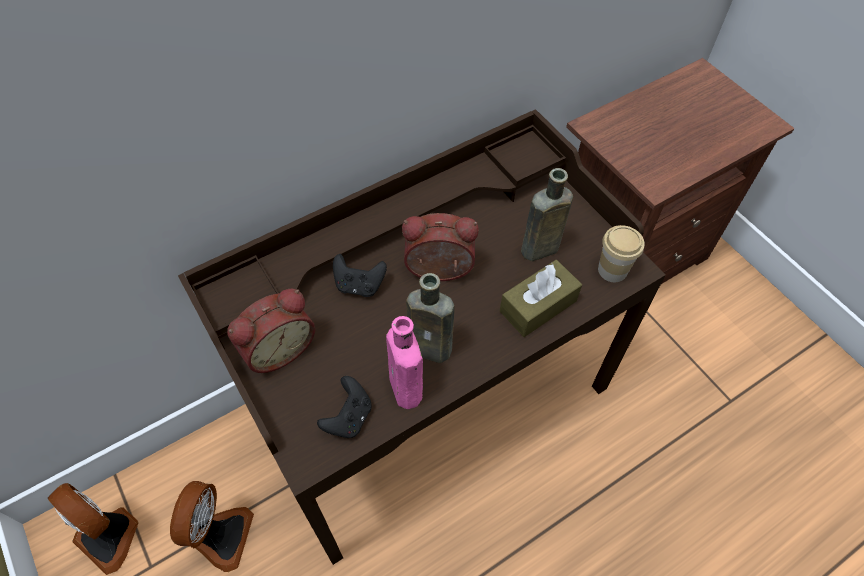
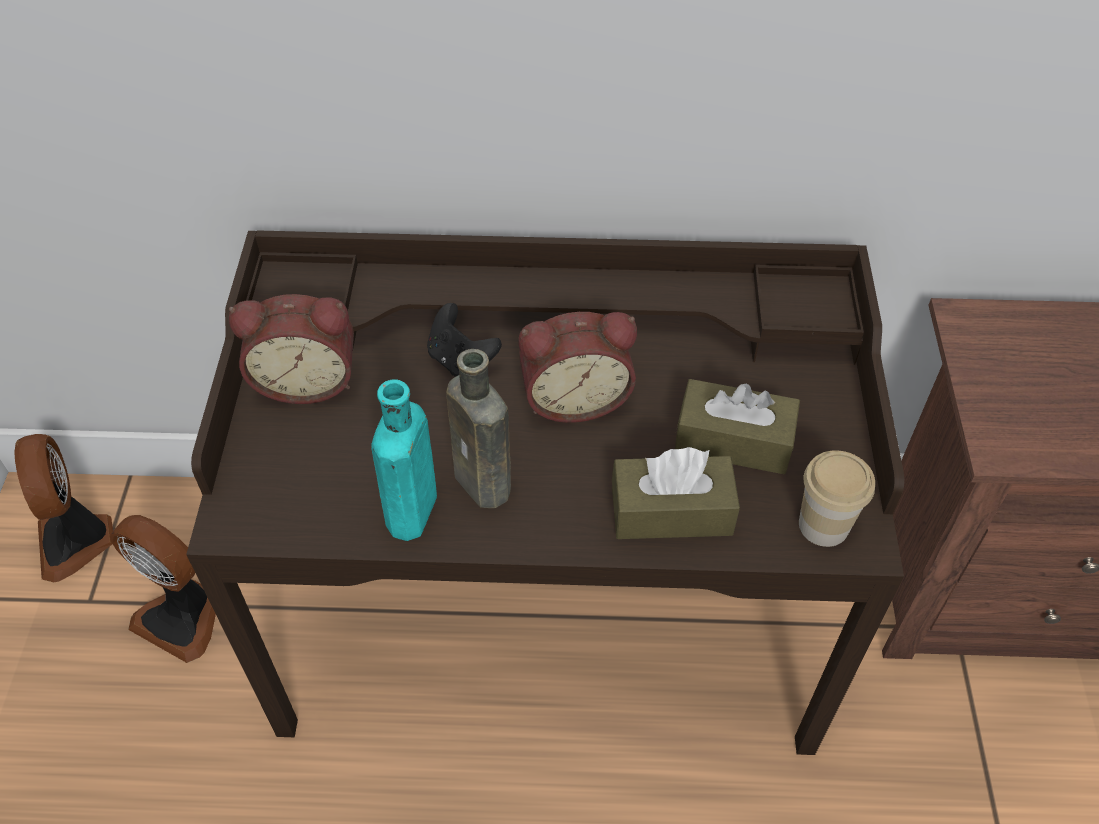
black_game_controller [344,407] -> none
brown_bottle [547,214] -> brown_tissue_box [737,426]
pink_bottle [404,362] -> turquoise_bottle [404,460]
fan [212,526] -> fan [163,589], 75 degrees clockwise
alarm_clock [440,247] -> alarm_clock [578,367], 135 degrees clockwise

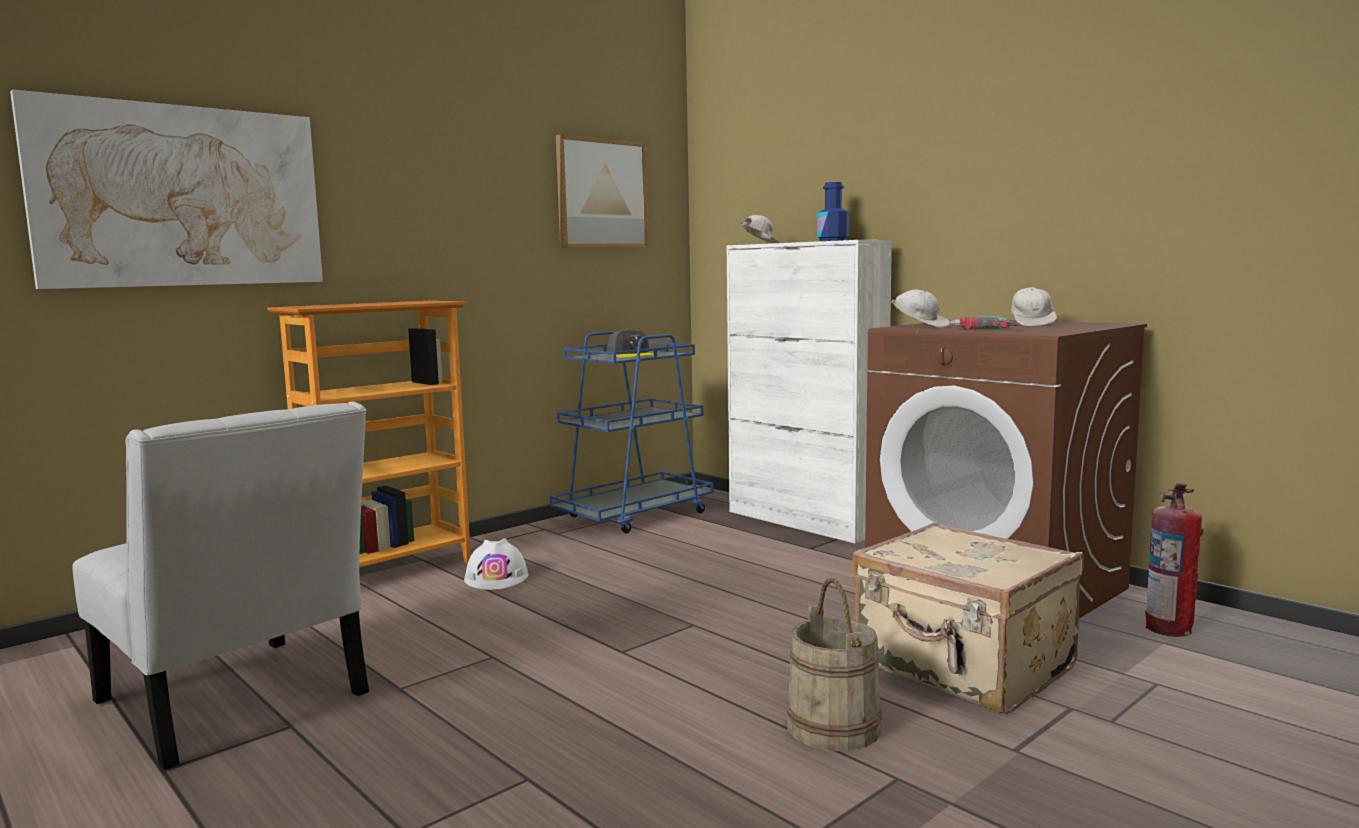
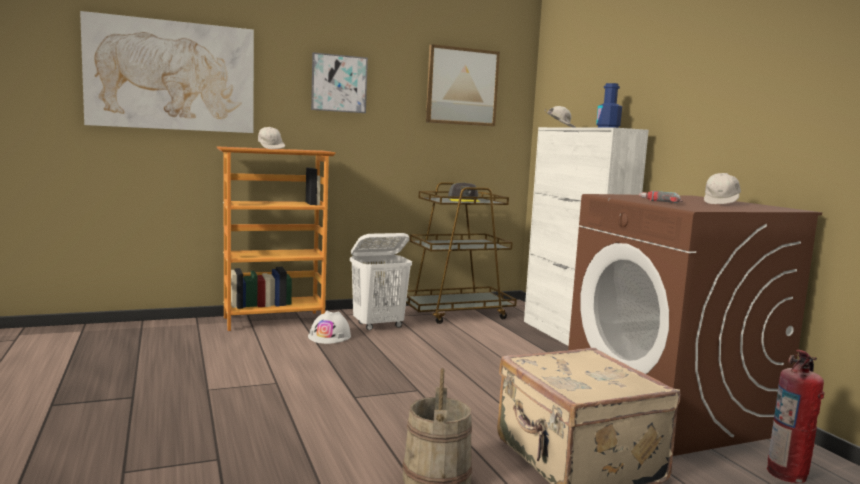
white_chair [220,586] -> none
none -> picture [339,82]
none -> white_laundry_basket [381,281]
white_cap [917,309] -> white_cap [271,138], shifted
blue_cart [632,432] -> brown_cart [461,253]

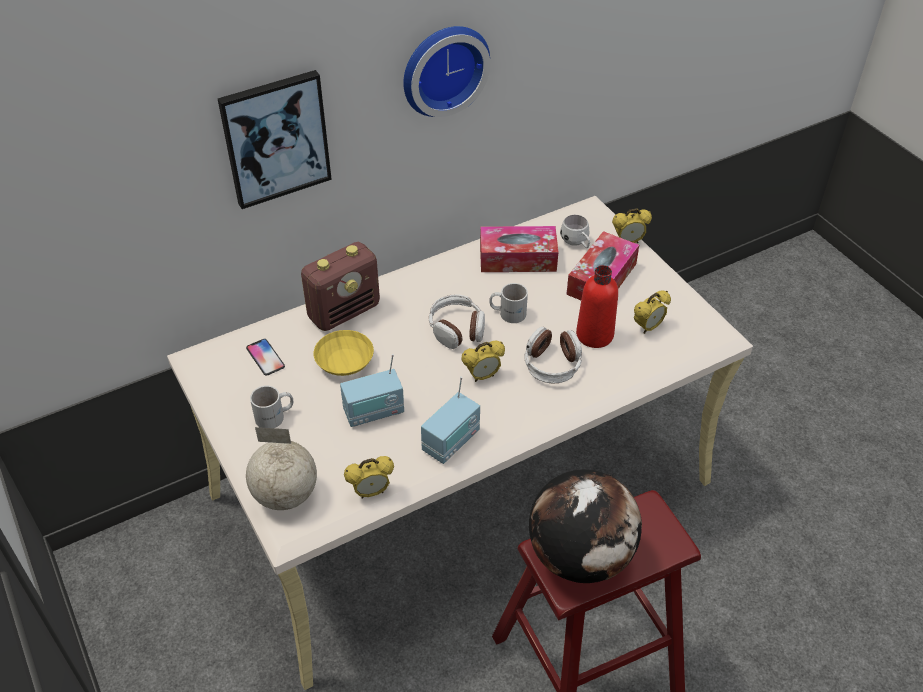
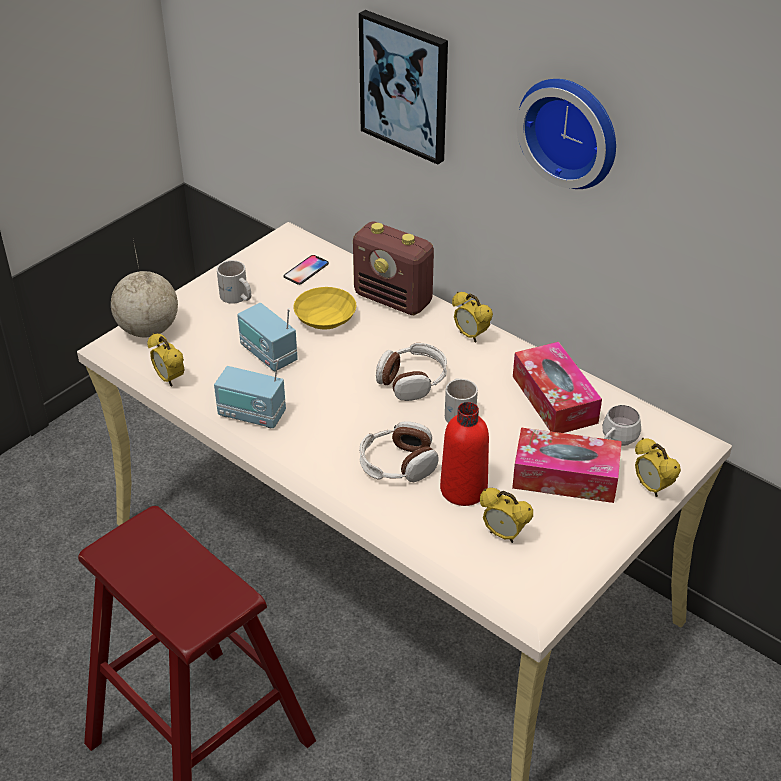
globe [585,526] -> none
alarm_clock [483,361] -> alarm_clock [472,317], shifted

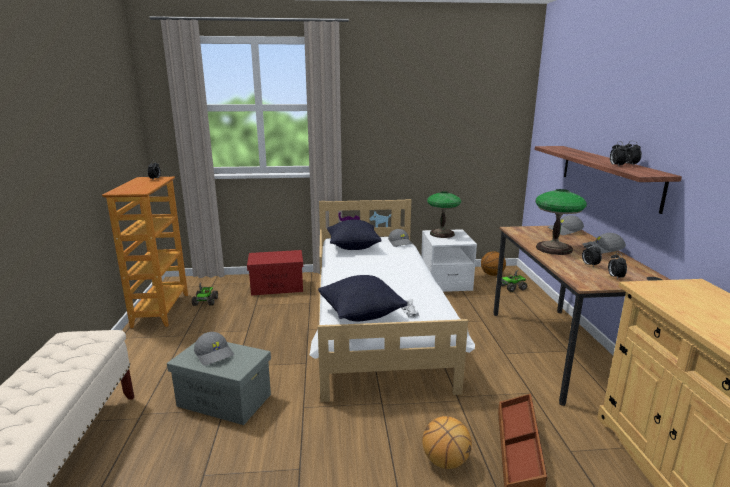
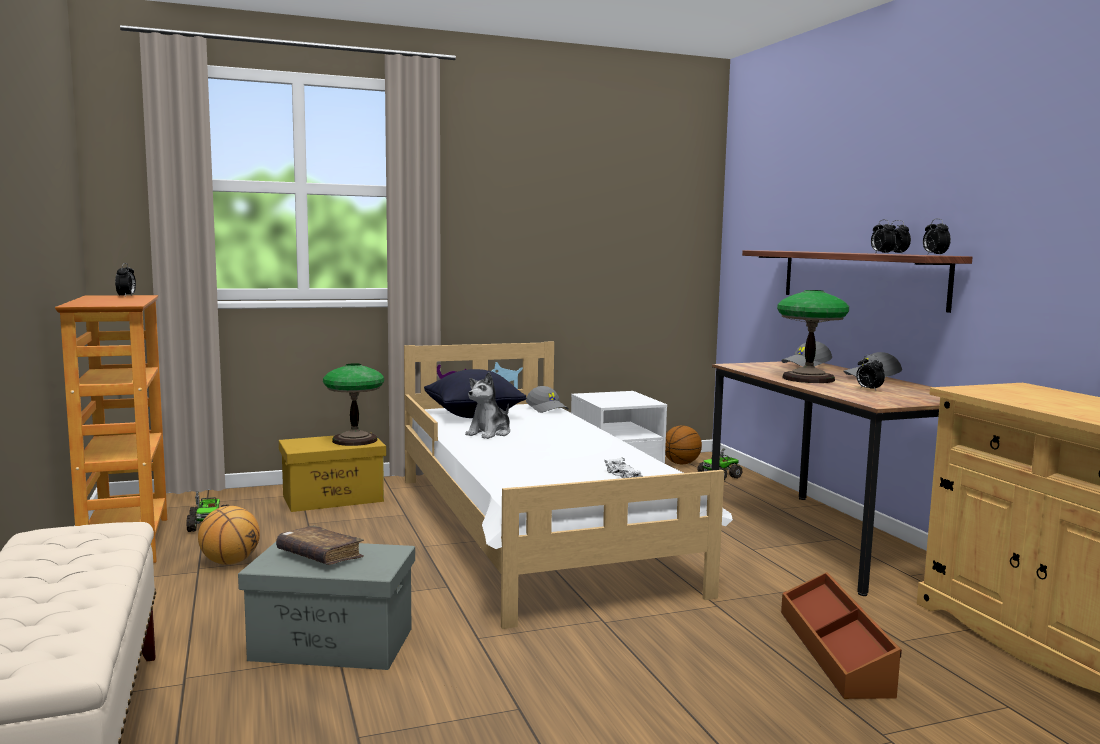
black_pillow [363,298] -> none
none -> plush_toy [487,405]
basketball [447,442] -> basketball [229,535], shifted
table_lamp [444,214] -> table_lamp [353,404], shifted
alarm_clock [617,265] -> alarm_clock [937,237], shifted
grey_cap [214,349] -> brown_book [320,545]
red_storage_box [275,273] -> yellow_storage_box [332,472]

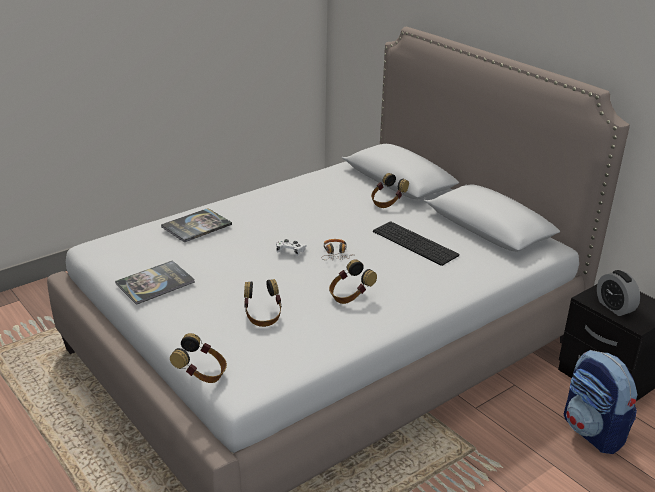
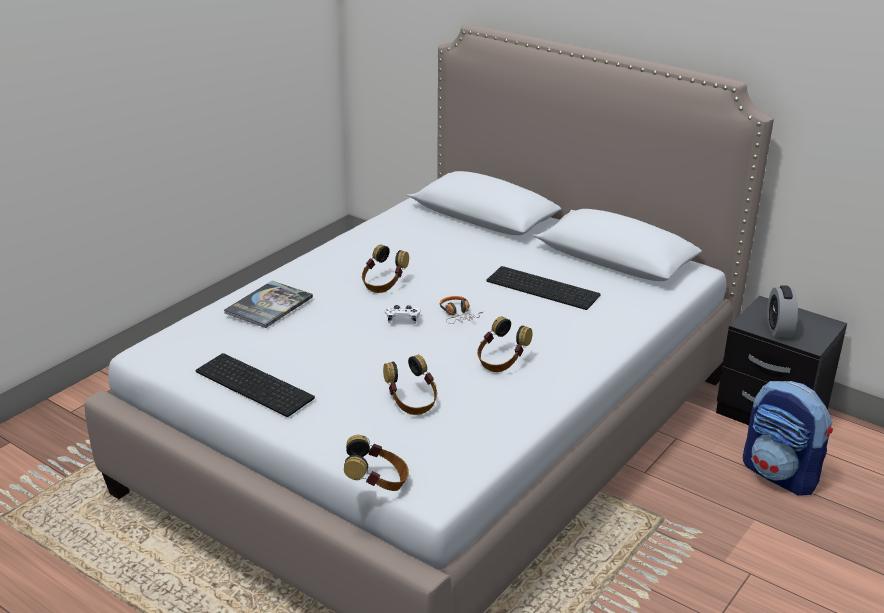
headphones [390,190] -> headphones [385,268], shifted
book [155,282] -> keyboard [255,385]
alarm_clock [618,293] -> alarm_clock [782,311], 45 degrees clockwise

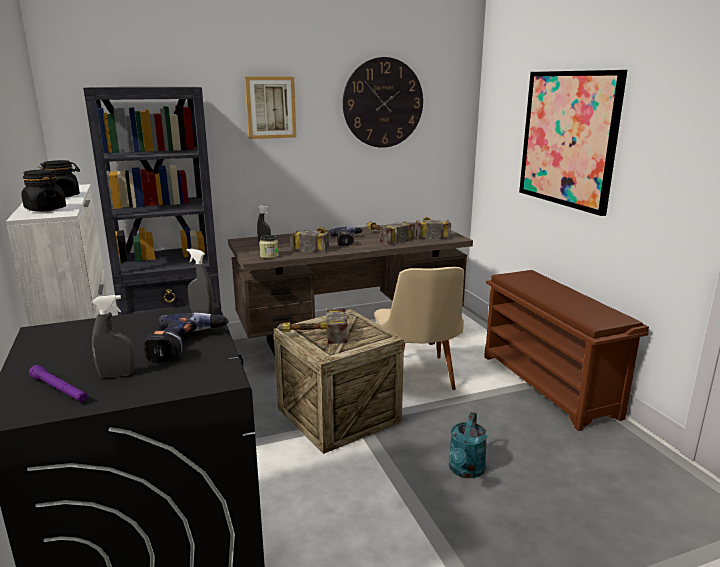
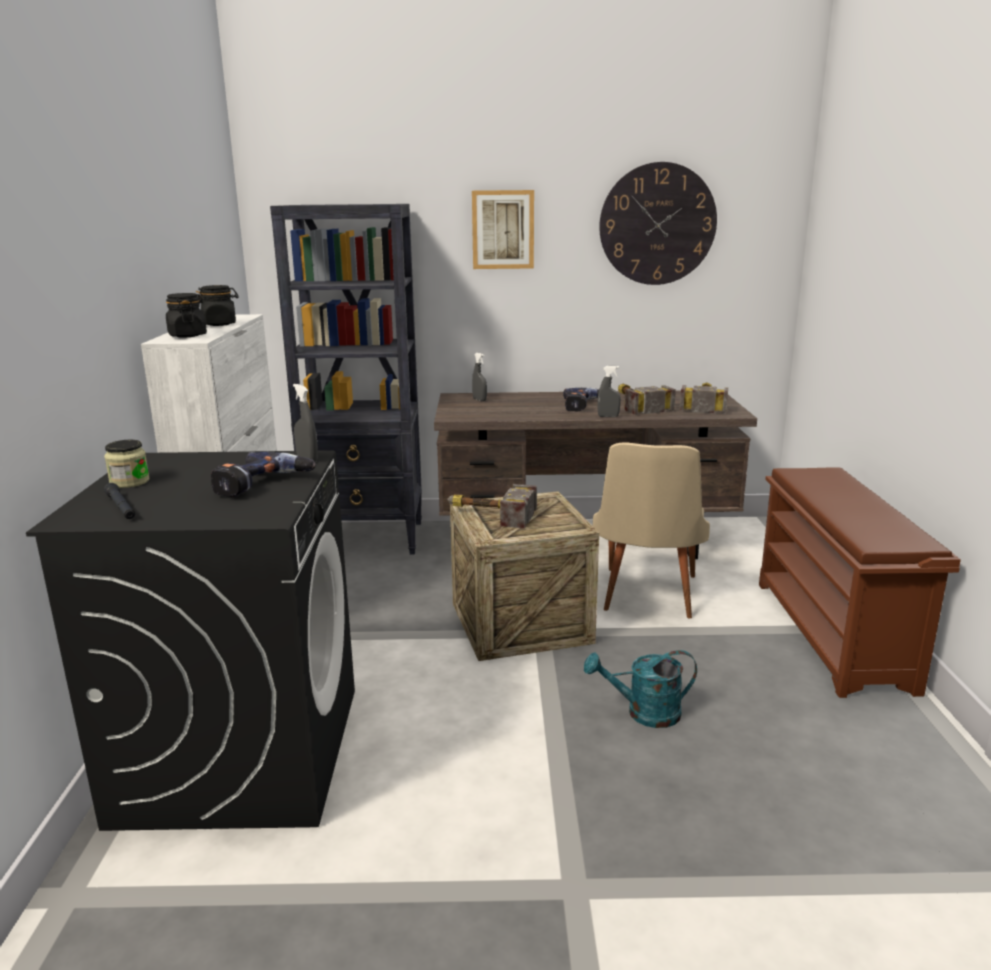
hammer [309,240] -> none
picture [573,143] -> none
grey_spray_bottle [113,336] -> grey_spray_bottle [609,391], shifted
jar [269,247] -> jar [127,464], shifted
purple_flashlight [58,383] -> black_flashlight [119,501]
turquoise_watering_can [468,445] -> turquoise_watering_can [640,689], 45 degrees clockwise

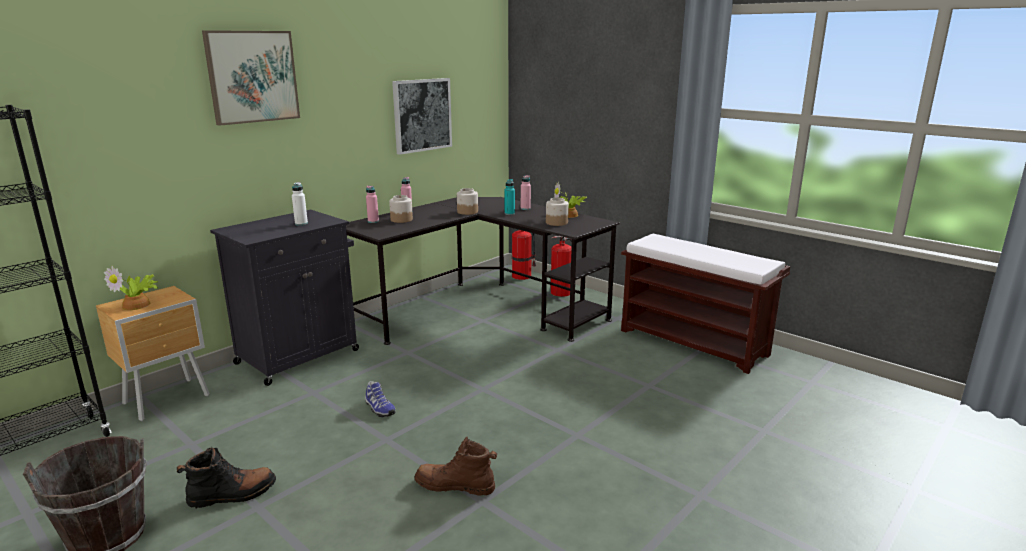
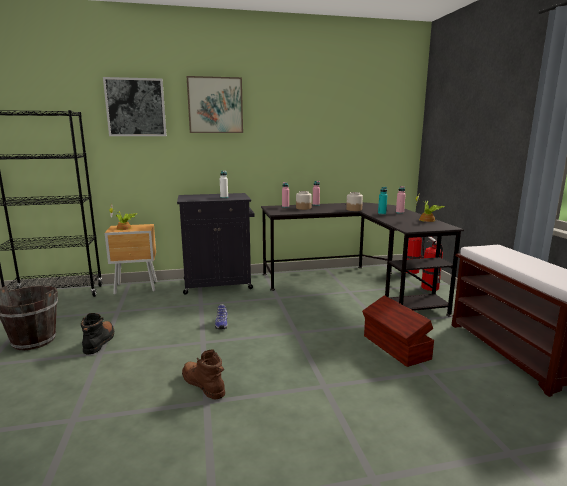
jar [557,212] -> none
none -> brown_storage_box [398,331]
picture [422,116] -> picture [135,106], shifted
black_boot [226,477] -> black_boot [98,333], 105 degrees counterclockwise

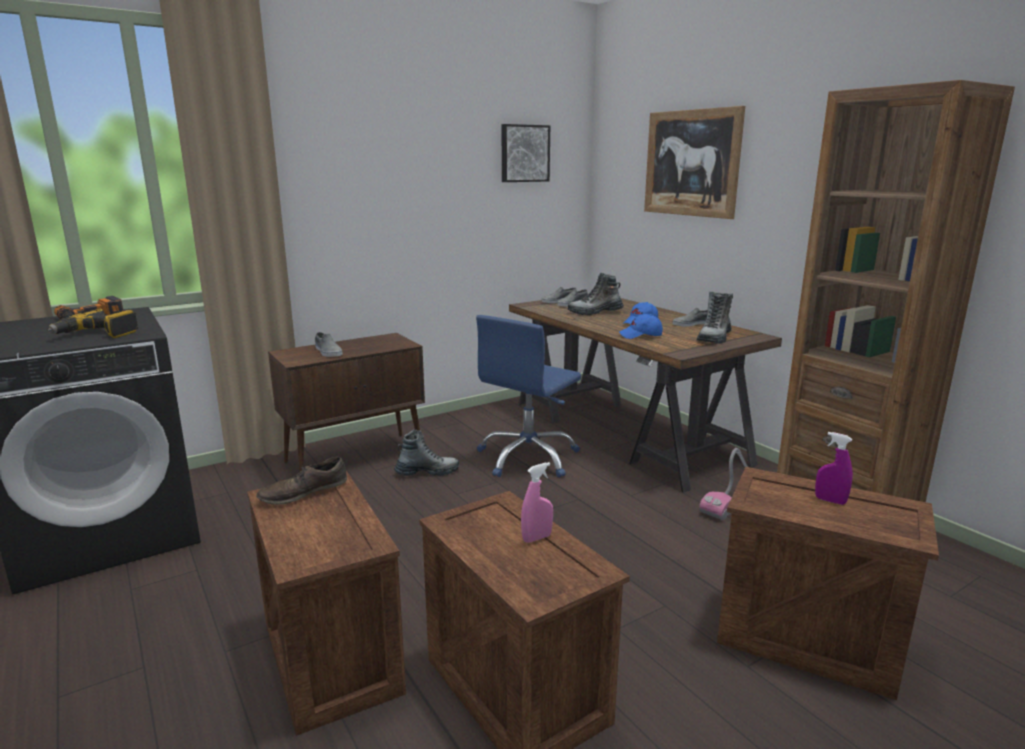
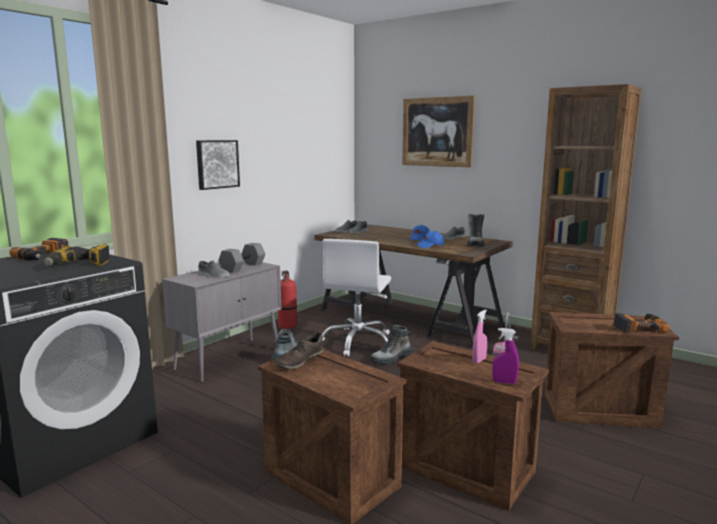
none -> grey_dumbbell [241,258]
none -> fire_extinguisher [287,299]
none -> power_drill [642,323]
picture [526,153] -> picture [218,165], shifted
boot [596,294] -> boot [392,345], shifted
purple_spray_bottle [834,468] -> purple_spray_bottle [505,356], shifted
brown_cabinet [346,402] -> grey_cabinet [221,321]
blue_office_chair [528,396] -> white_office_chair [356,297]

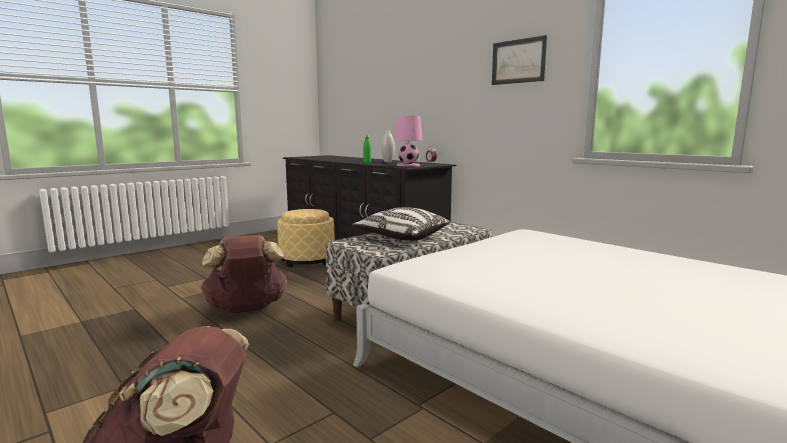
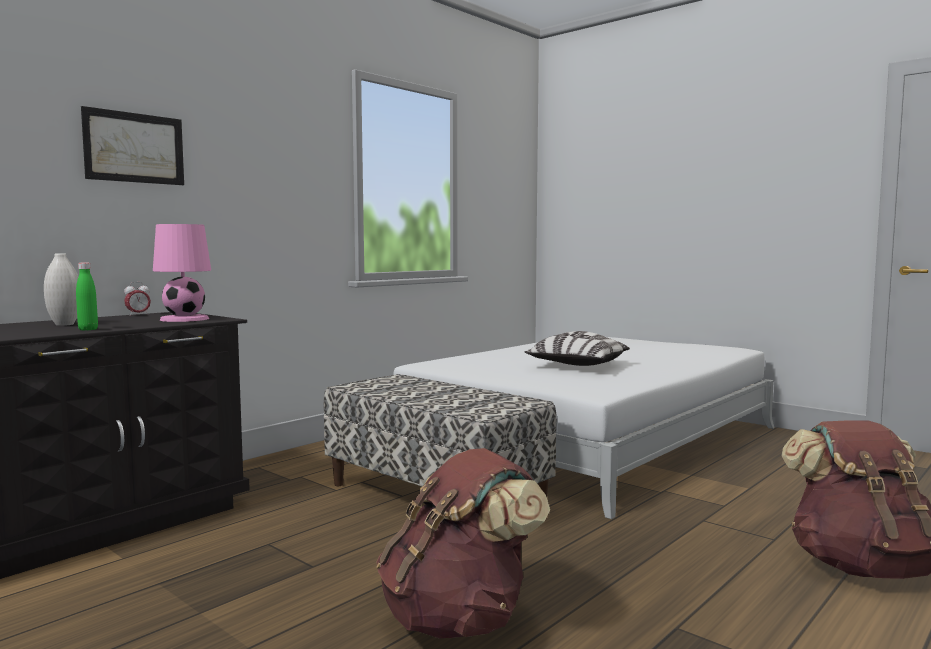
ottoman [306,238] -> none
pillow [401,224] -> pillow [577,348], shifted
picture [519,60] -> picture [132,145], shifted

